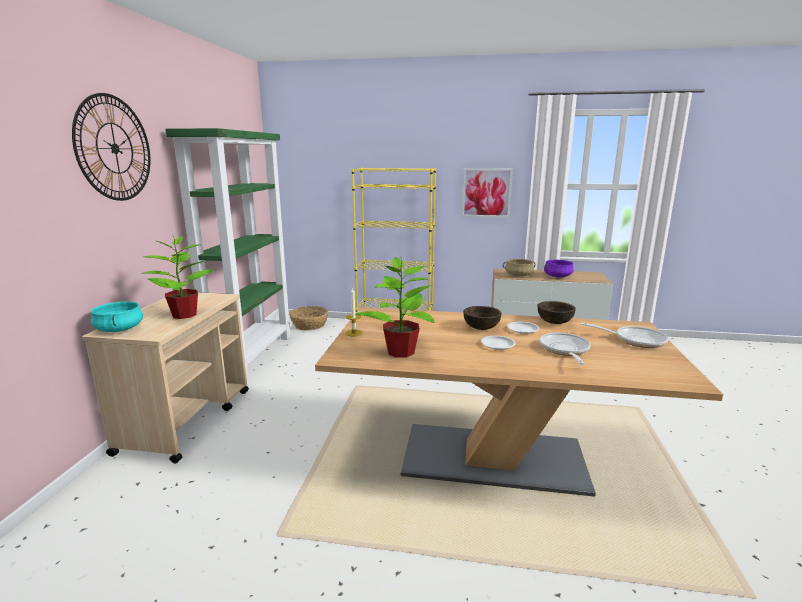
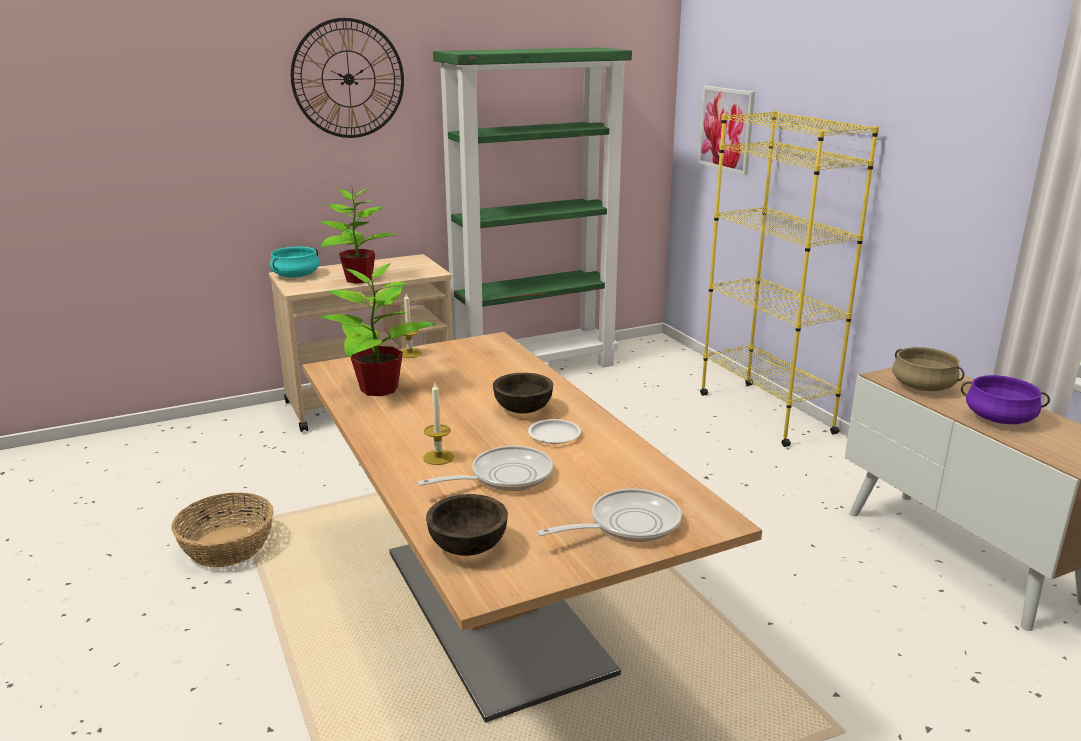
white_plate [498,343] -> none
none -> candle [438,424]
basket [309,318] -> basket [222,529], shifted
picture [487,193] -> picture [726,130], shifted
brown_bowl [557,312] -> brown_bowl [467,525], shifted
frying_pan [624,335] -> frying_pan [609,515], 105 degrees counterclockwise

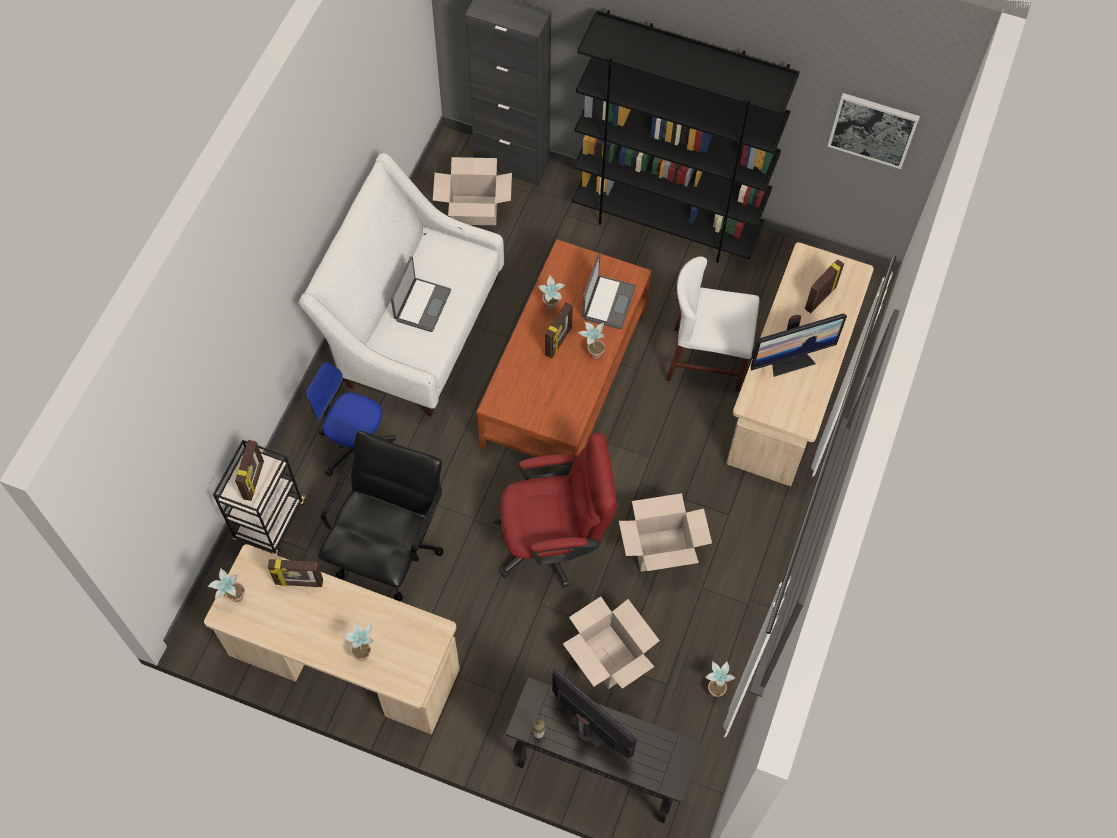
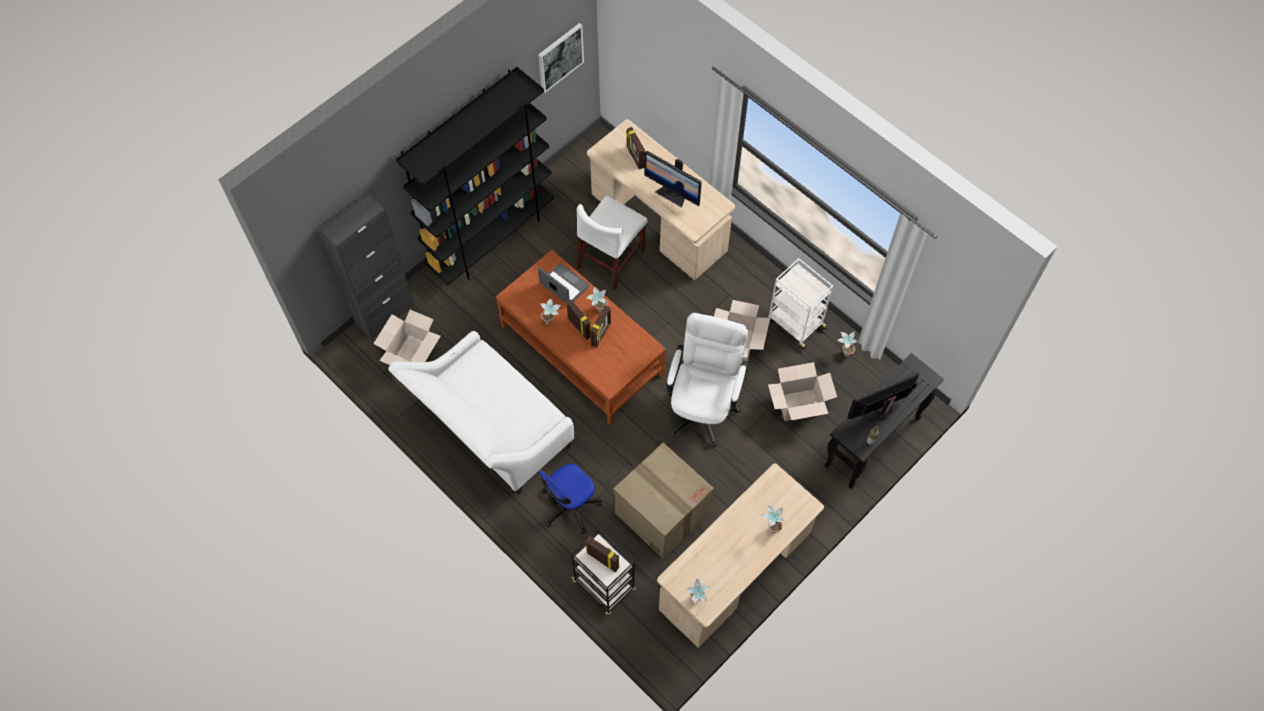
laptop [421,294] -> none
none -> white_cart [800,304]
picture_frame [295,573] -> picture_frame [600,326], shifted
black_office_chair [380,516] -> cardboard_box [663,501]
red_office_chair [555,510] -> white_office_chair [707,380]
monitor [799,345] -> monitor [673,179], 120 degrees clockwise

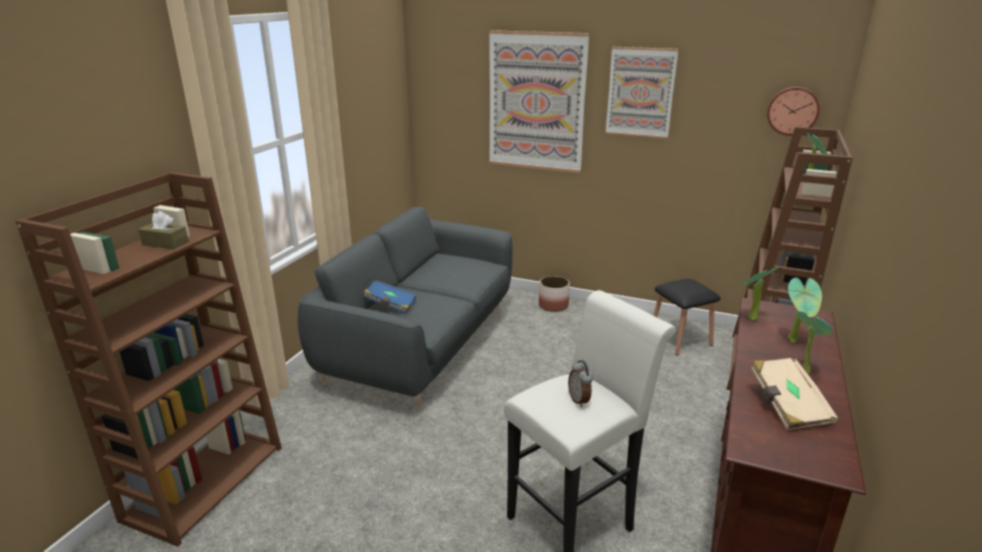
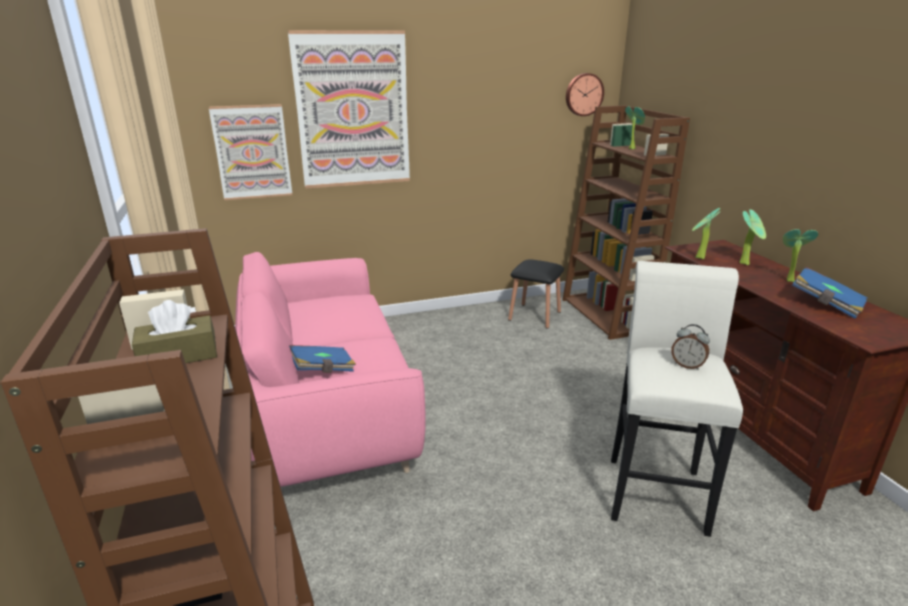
planter [554,294] -> none
picture [641,93] -> picture [250,152], shifted
grey_sofa [405,308] -> pink_sofa [330,369]
beige_book [794,393] -> blue_book [830,293]

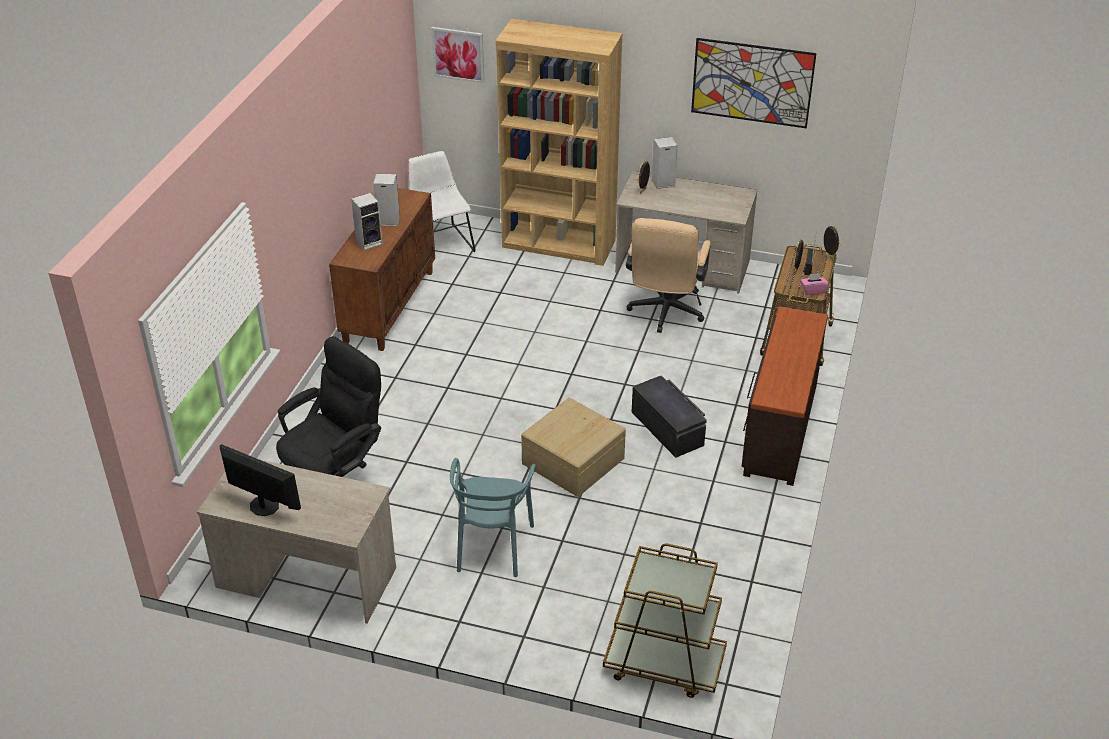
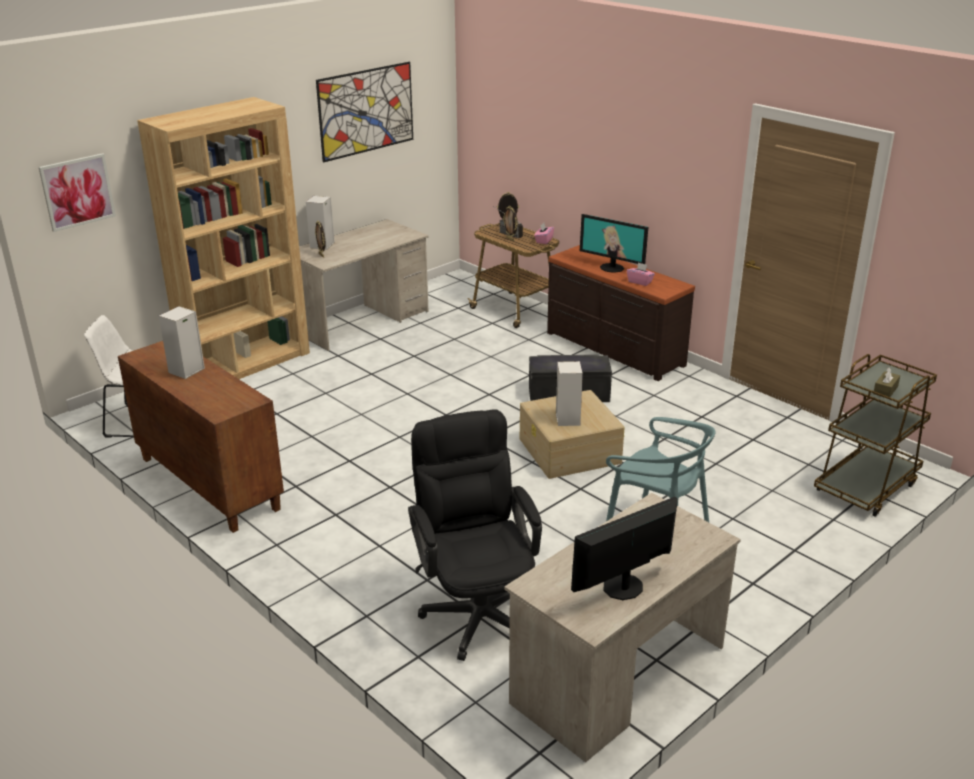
beige_office_chair [668,275] -> none
none -> monitor [614,243]
none -> pink_tissue_box [641,274]
none -> brown_tissue_box [886,382]
speaker [367,221] -> speaker [569,393], shifted

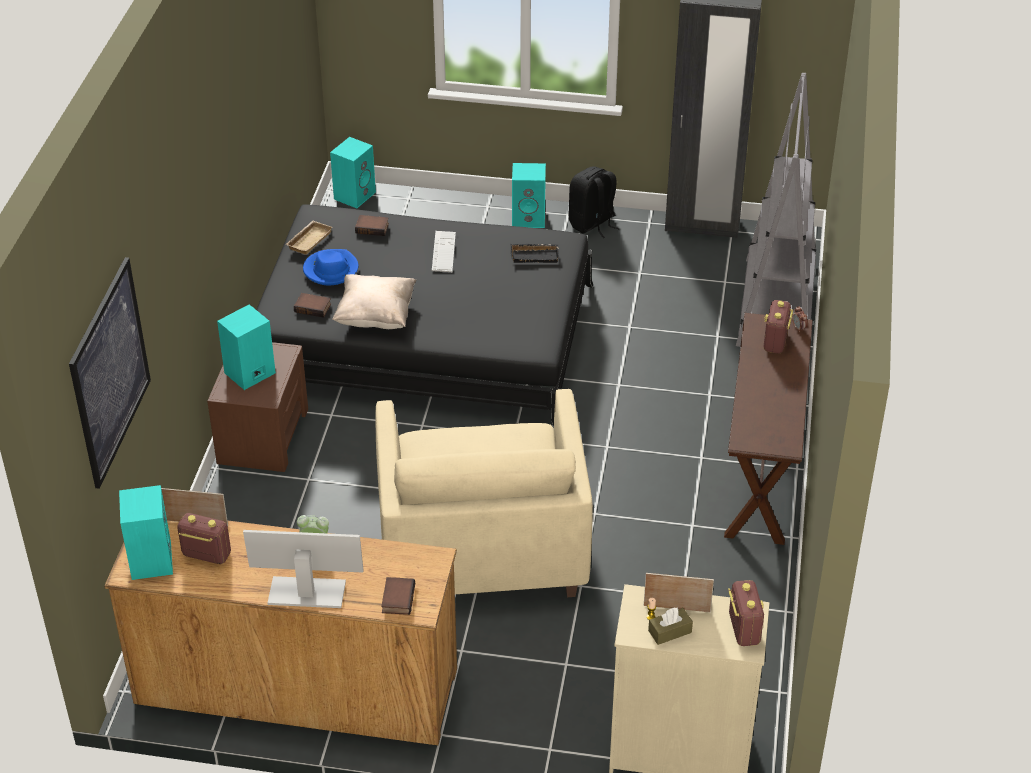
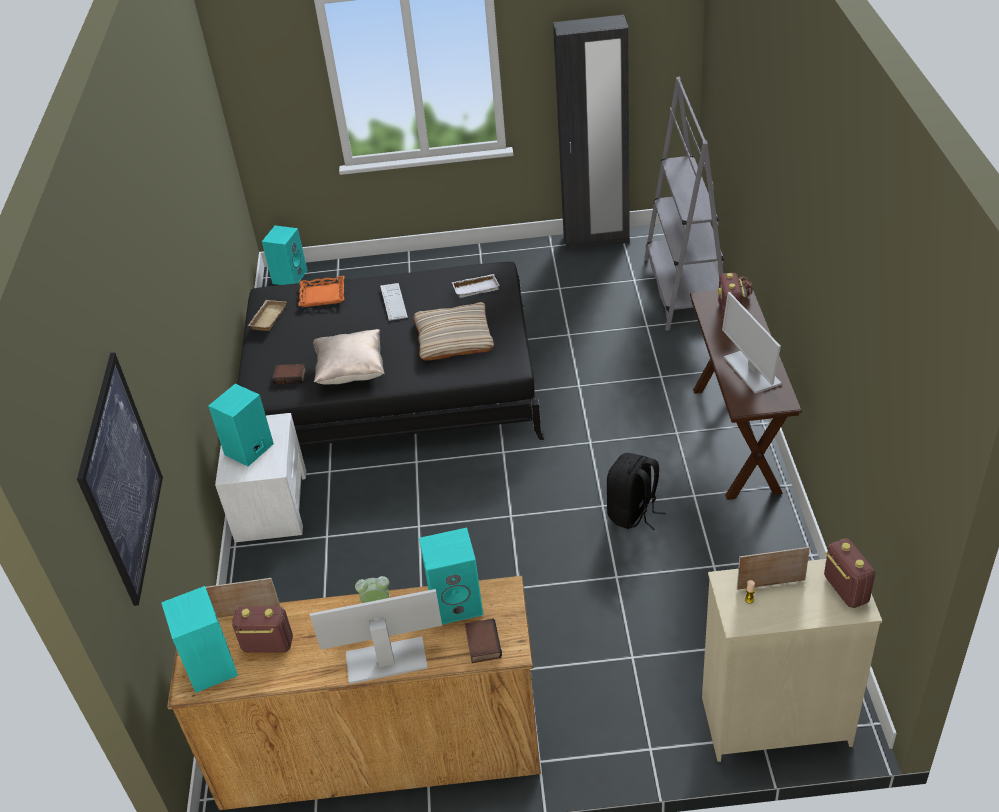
blue_hat [330,267] -> none
beige_armchair [484,493] -> none
brown_tissue_box [670,626] -> none
none -> beige_pillow [453,331]
none -> monitor [752,343]
turquoise_speaker [529,195] -> turquoise_speaker [451,576], shifted
black_backpack [594,202] -> black_backpack [636,491], shifted
book [372,225] -> orange_tray [321,291]
brown_nightstand [257,407] -> white_nightstand [260,477]
black_tray [534,253] -> white_tray [476,286]

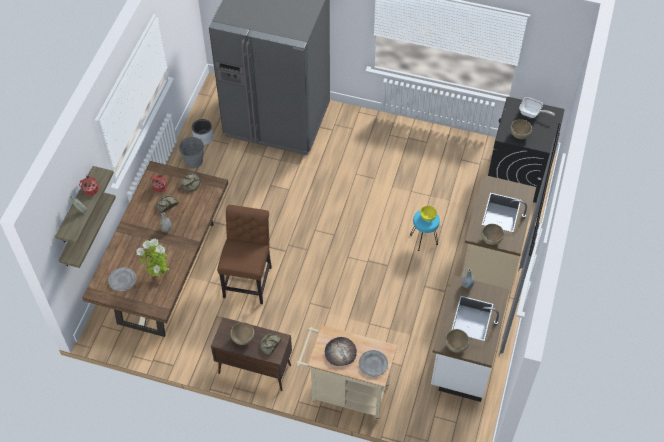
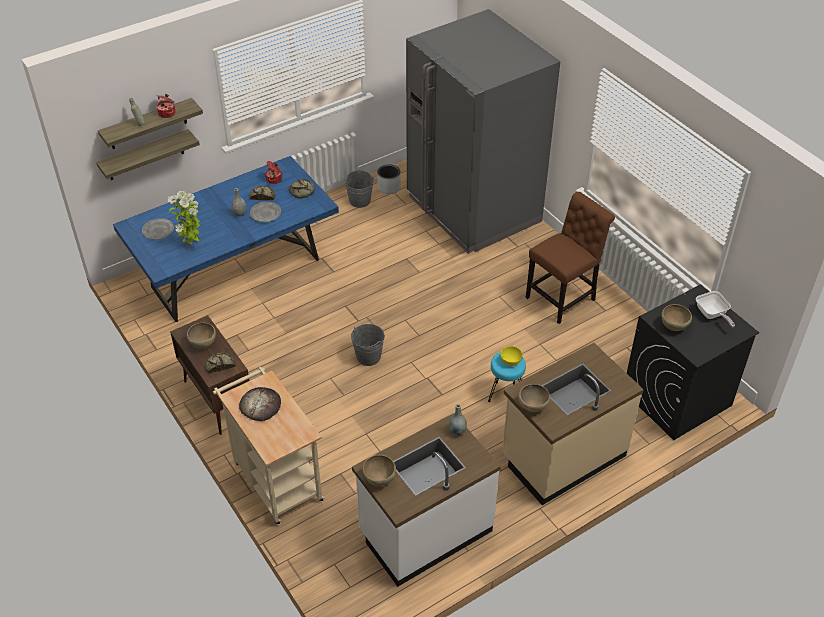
none -> grey_bucket [368,345]
brown_chair [244,254] -> brown_chair [570,258], shifted
grey_plate [373,363] -> grey_plate [265,212], shifted
brown_dining_table [155,249] -> blue_dining_table [226,239]

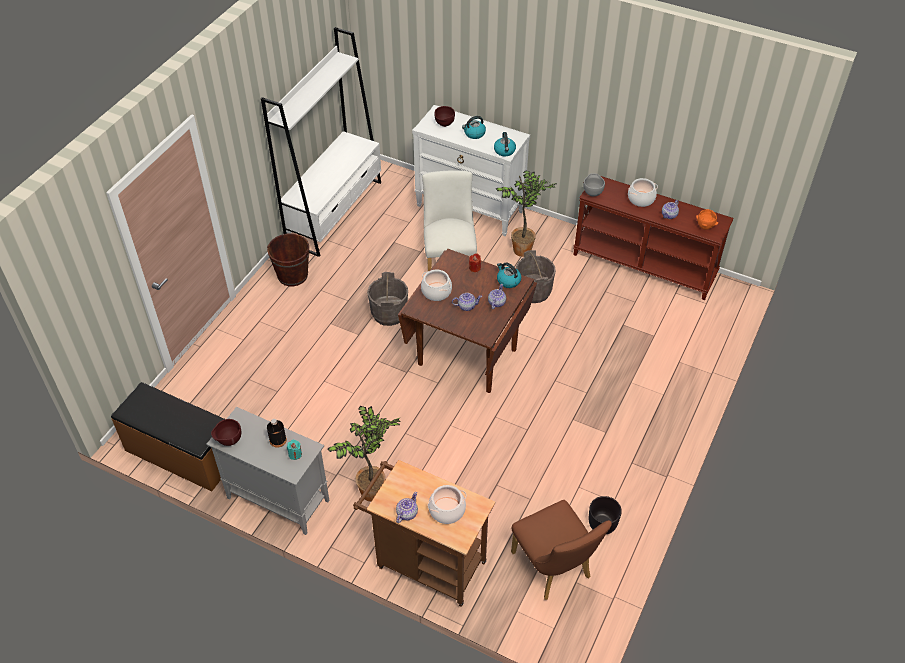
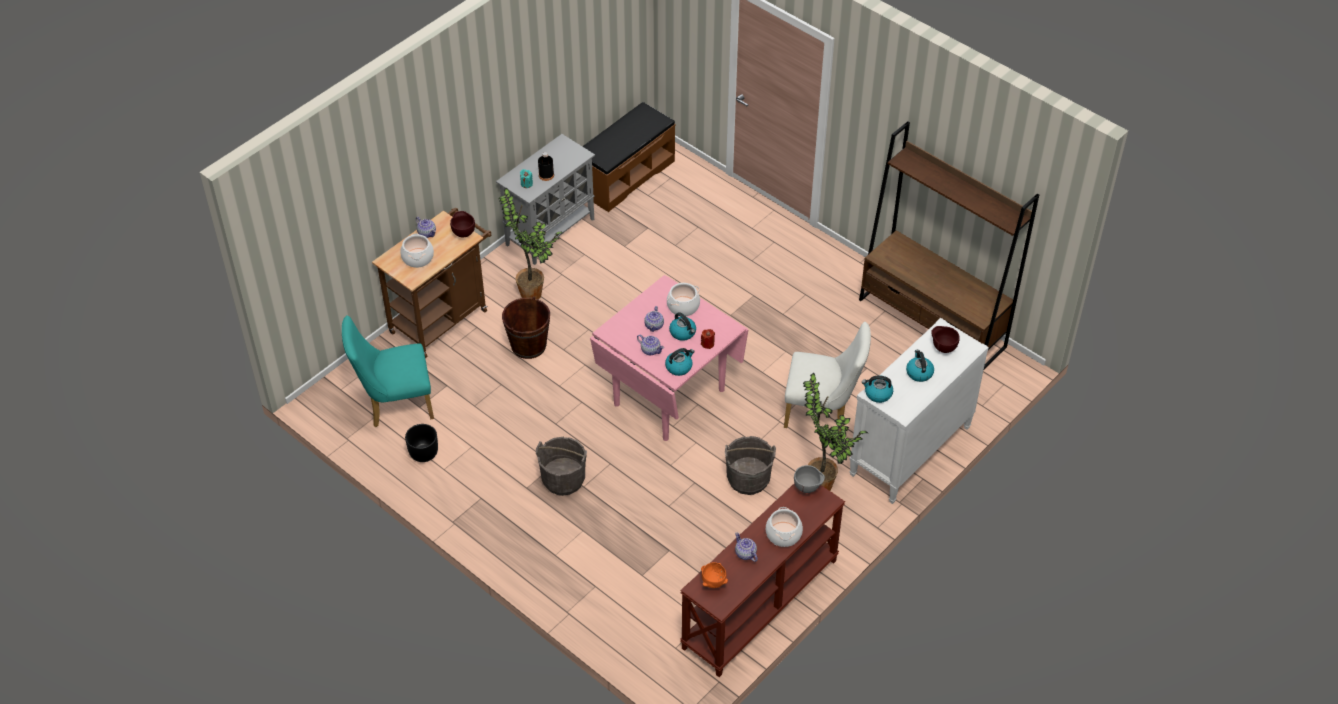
none -> kettle [682,326]
brown_bowl [226,432] -> brown_bowl [462,224], shifted
brown_bucket [288,260] -> brown_bucket [526,328], shifted
grey_bucket [387,299] -> grey_bucket [561,466], shifted
white_bookcase [321,142] -> brown_bookcase [949,245]
brown_dining_table [467,321] -> pink_dining_table [669,358]
brown_chair [561,550] -> turquoise_chair [388,371]

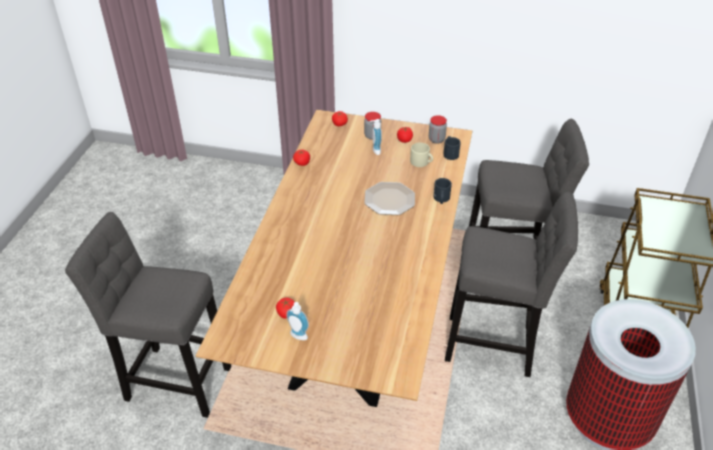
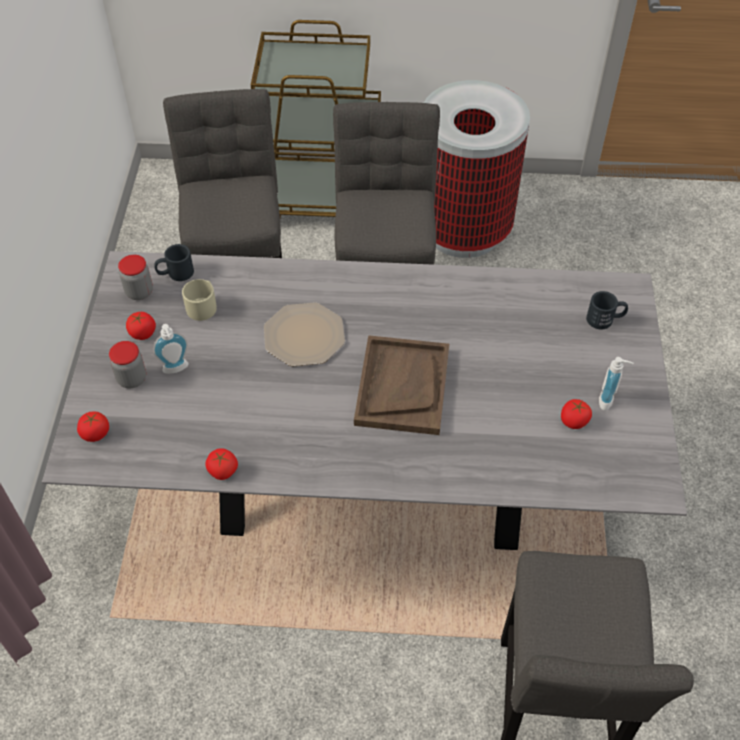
none -> brown_tray [401,385]
black_mug [442,191] -> black_mug [607,310], shifted
brown_dining_table [334,258] -> grey_dining_table [364,400]

